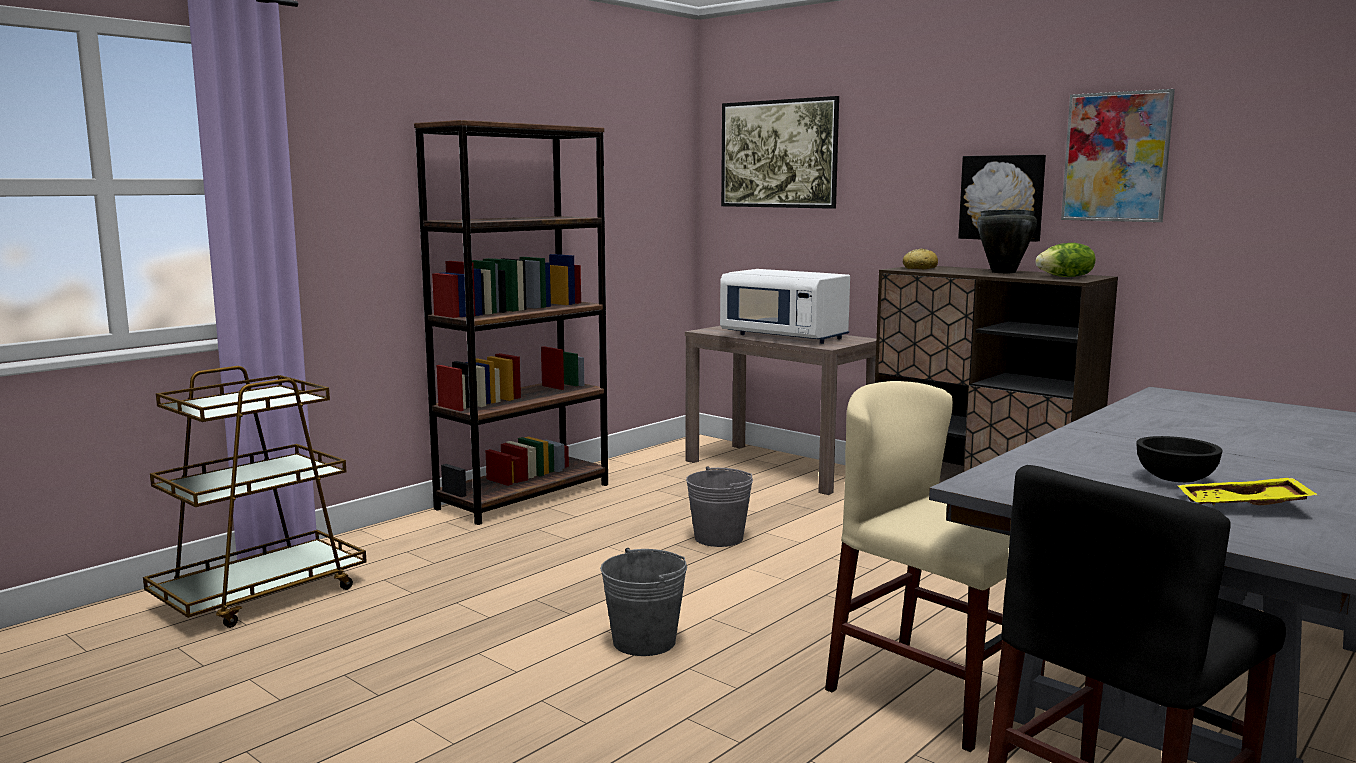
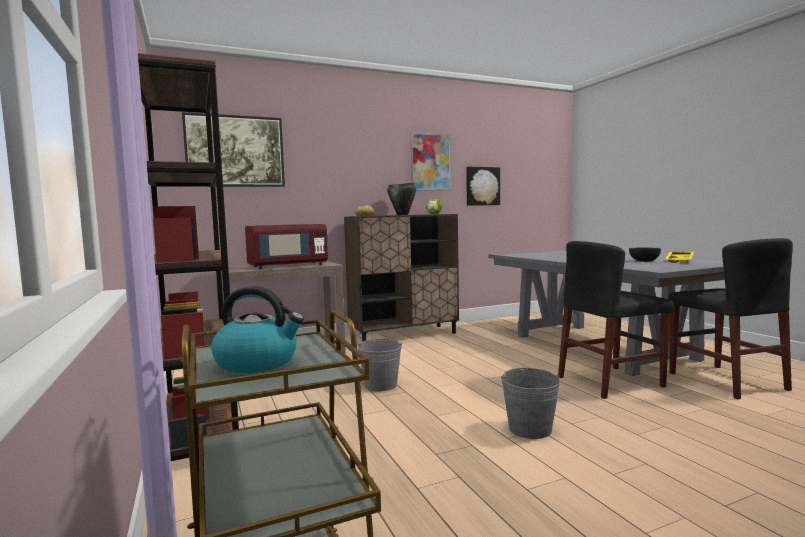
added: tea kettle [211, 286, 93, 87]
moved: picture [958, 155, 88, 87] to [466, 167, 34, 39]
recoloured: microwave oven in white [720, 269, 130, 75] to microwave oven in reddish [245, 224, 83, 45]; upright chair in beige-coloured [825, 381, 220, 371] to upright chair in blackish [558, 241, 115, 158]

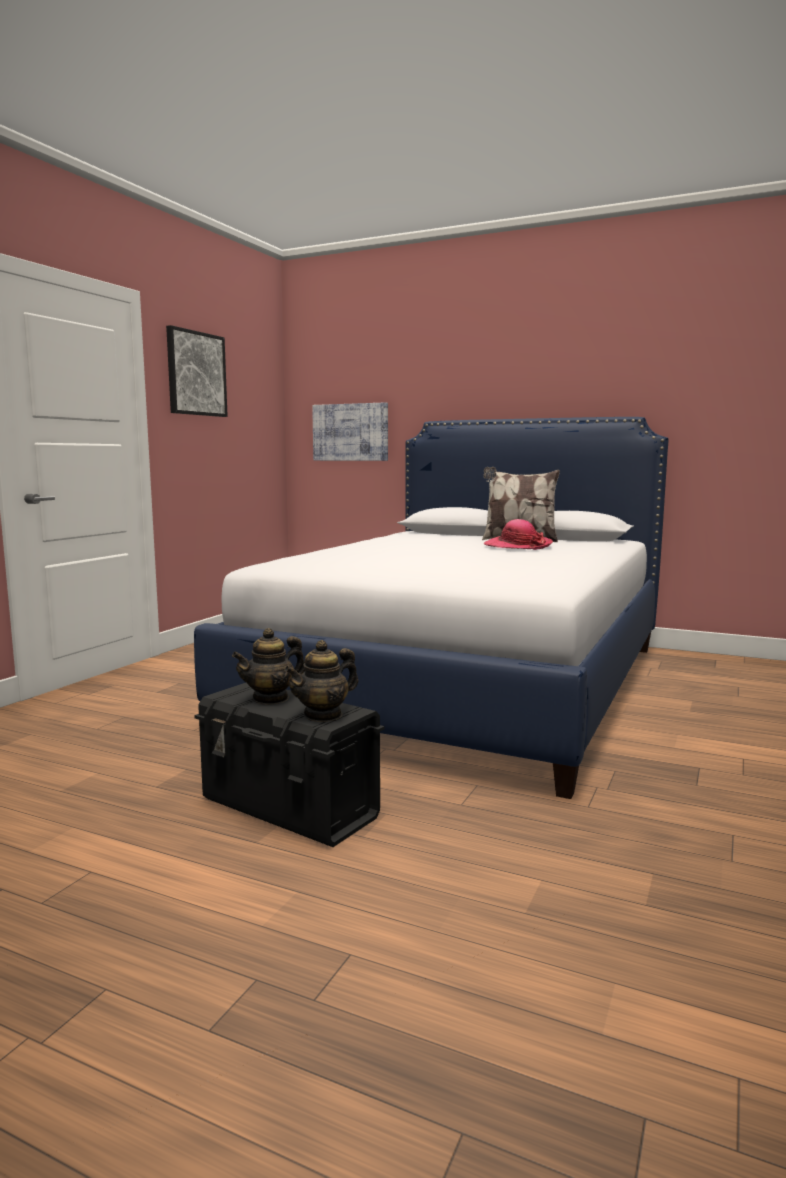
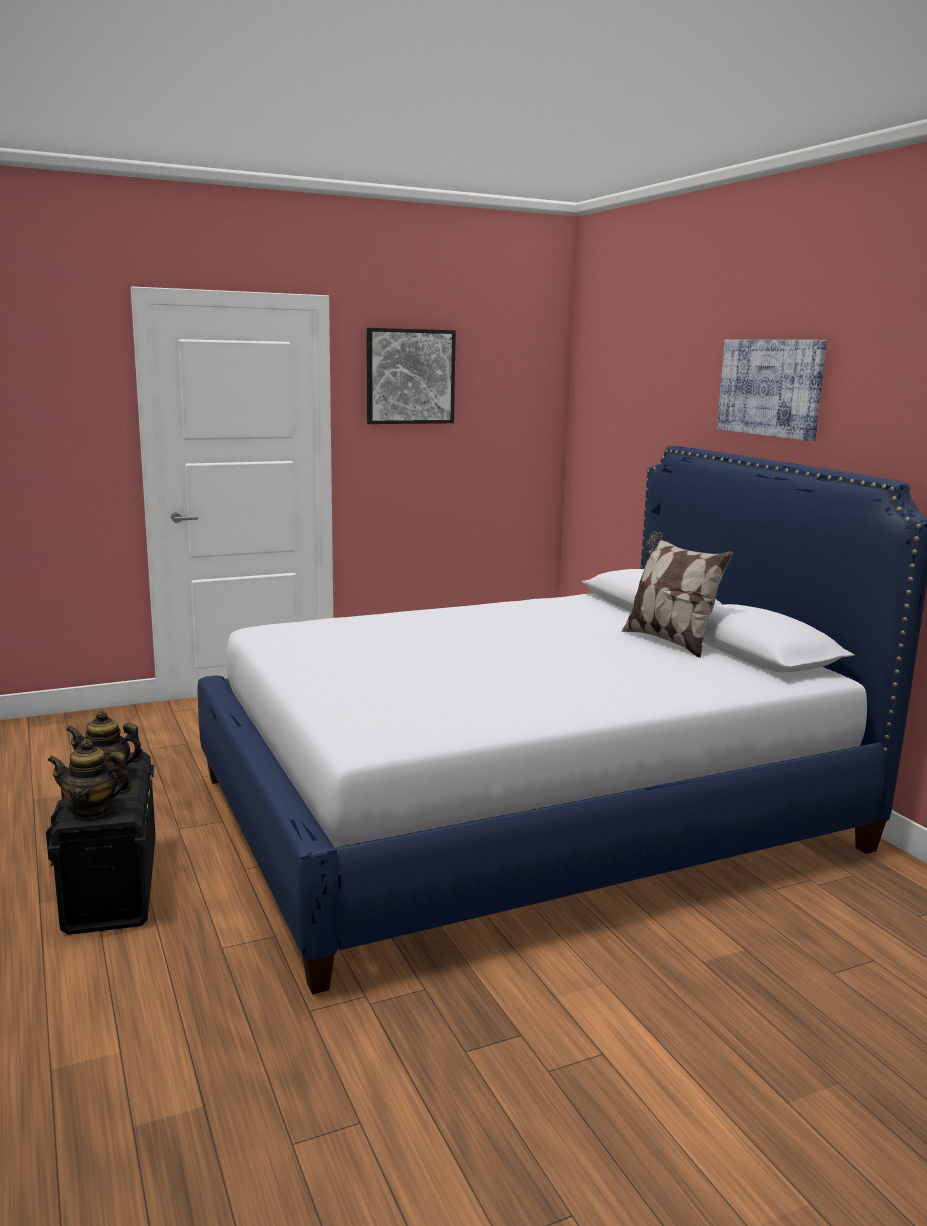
removed: hat [484, 519, 69, 31]
moved: picture [312, 402, 76, 59] to [717, 340, 110, 101]

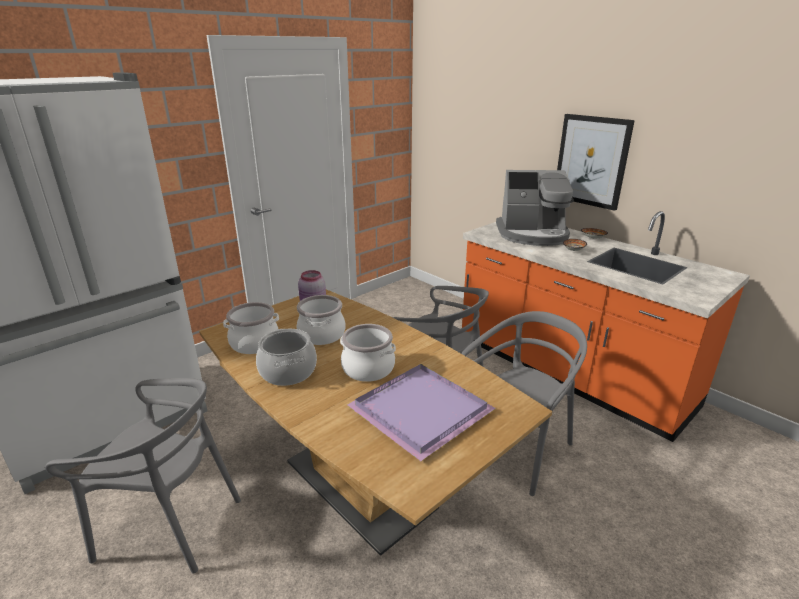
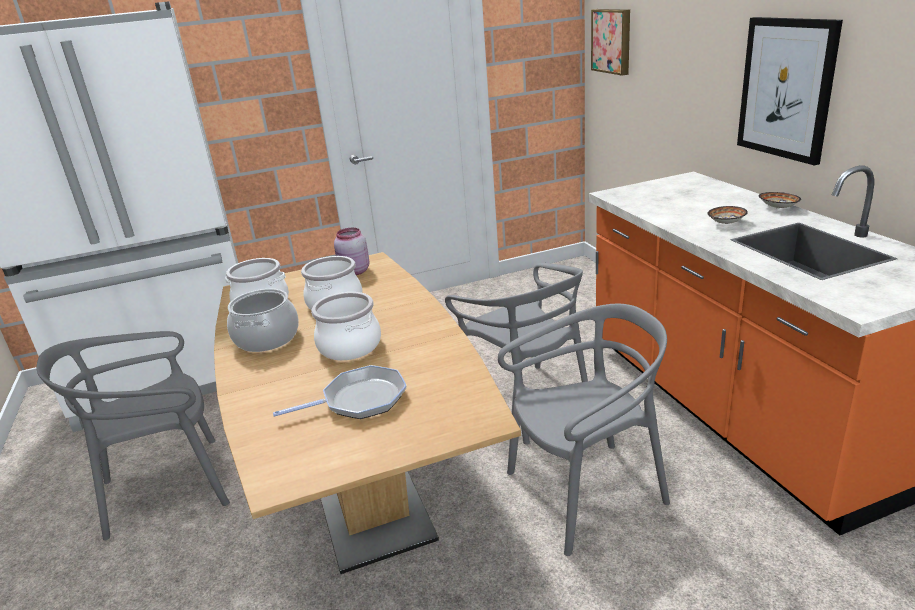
removed: coffee brewer [496, 170, 78, 76]
added: picture [591, 9, 39, 67]
replaced: carrying tray in purplish [347, 364, 149, 97] to pan [273, 365, 134, 54]
turned: upright chair in grey [45, 378, 196, 195] = [36, 331, 194, 209] 120 degrees clockwise

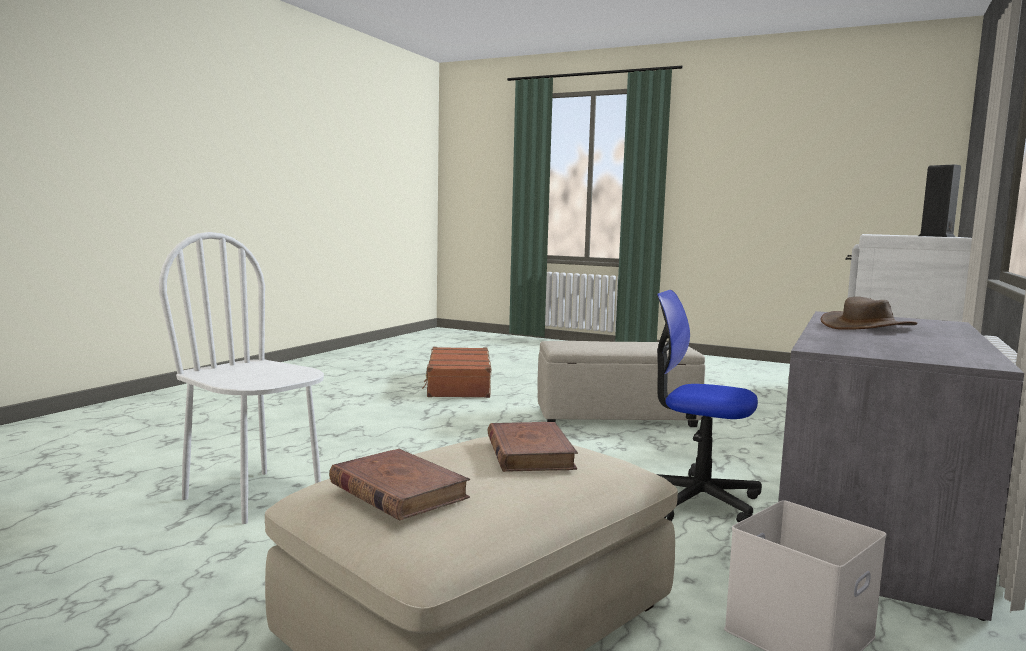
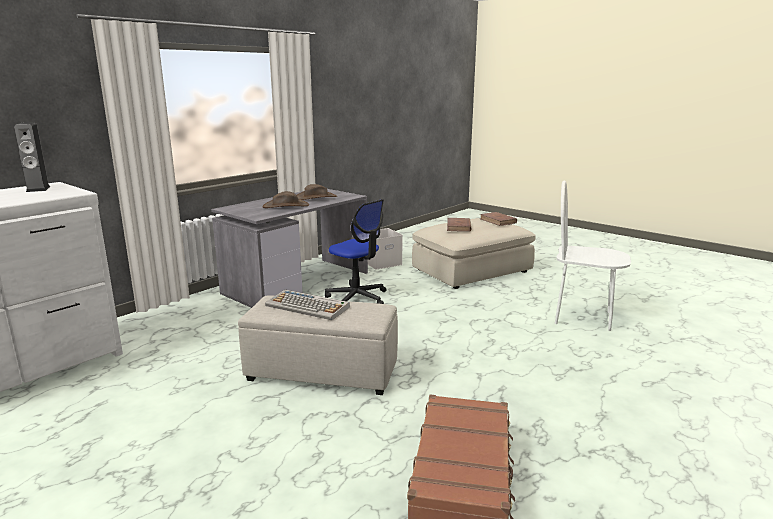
added: keyboard [265, 290, 85, 30]; hat in brown [297, 184, 40, 16]
turned: upright chair in white [159, 232, 165, 292] = [555, 180, 76, 151] 150 degrees clockwise

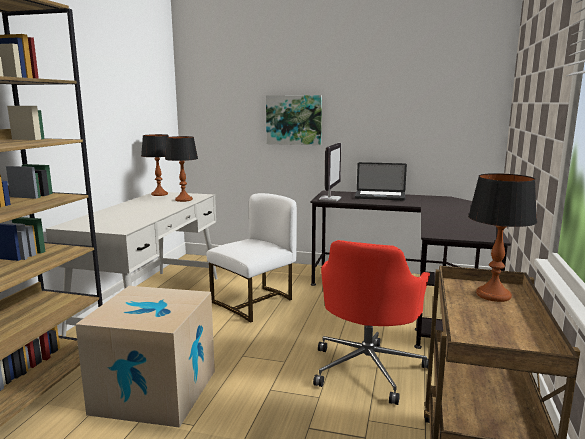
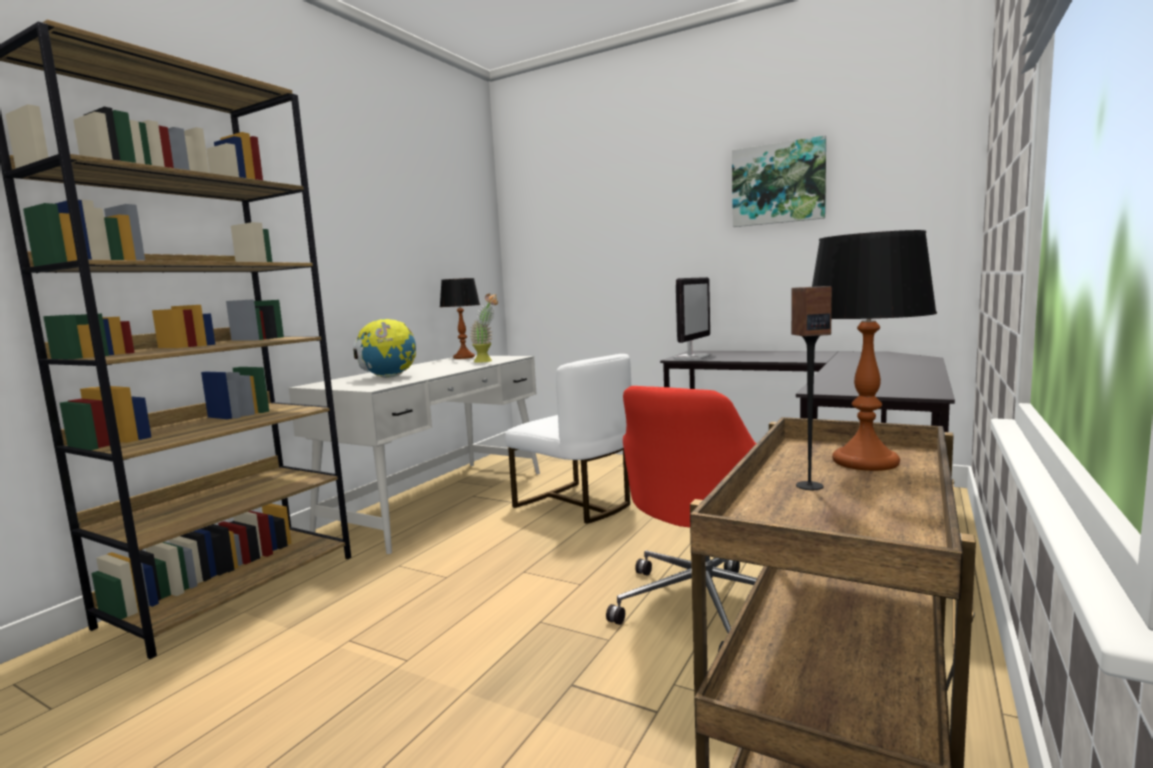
removed: packing box [75, 286, 140, 142]; notebook computer [355, 162, 52, 38]
added: globe [353, 319, 63, 59]; speaker [791, 286, 41, 204]
moved: picture [266, 95, 56, 50] to [732, 135, 94, 92]
replaced: table lamp [165, 136, 33, 66] to potted plant [470, 293, 28, 69]
turned: upright chair in white [207, 193, 90, 130] = [505, 354, 126, 170] 75 degrees clockwise

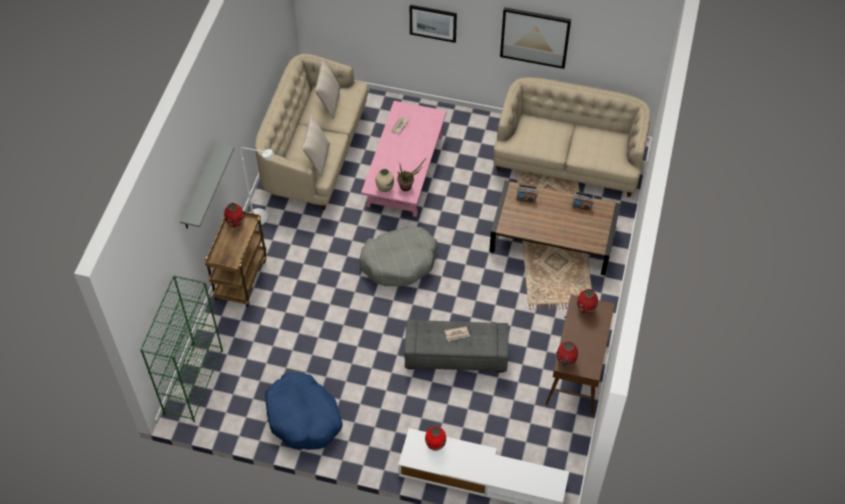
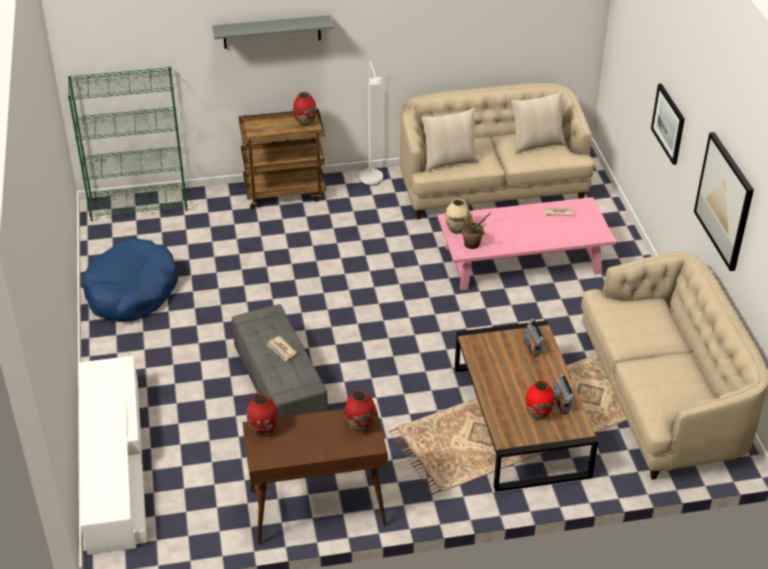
removed: dog cushion in grey [359, 226, 78, 61]
moved: vase in reddish [425, 426, 21, 25] to [526, 380, 29, 40]

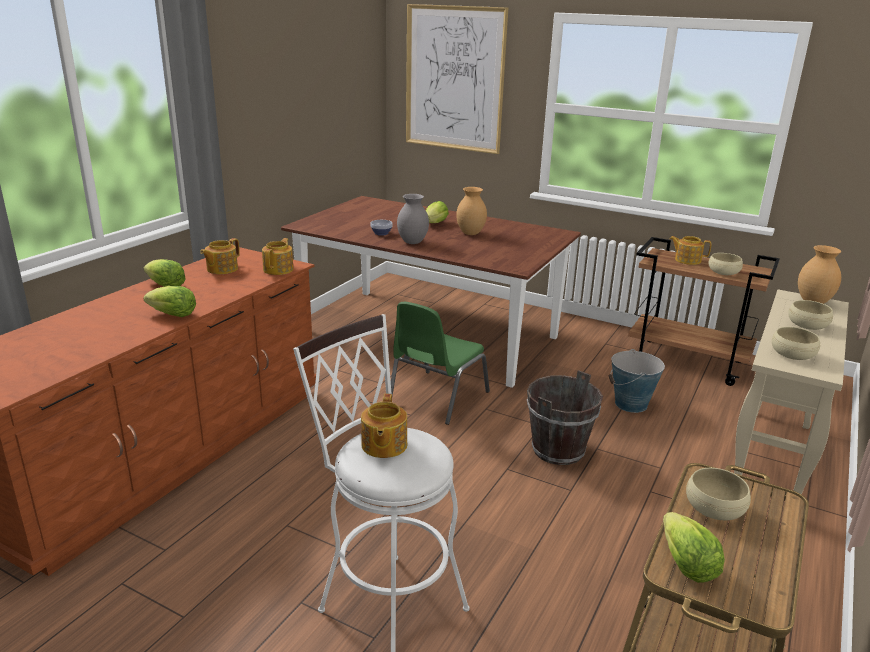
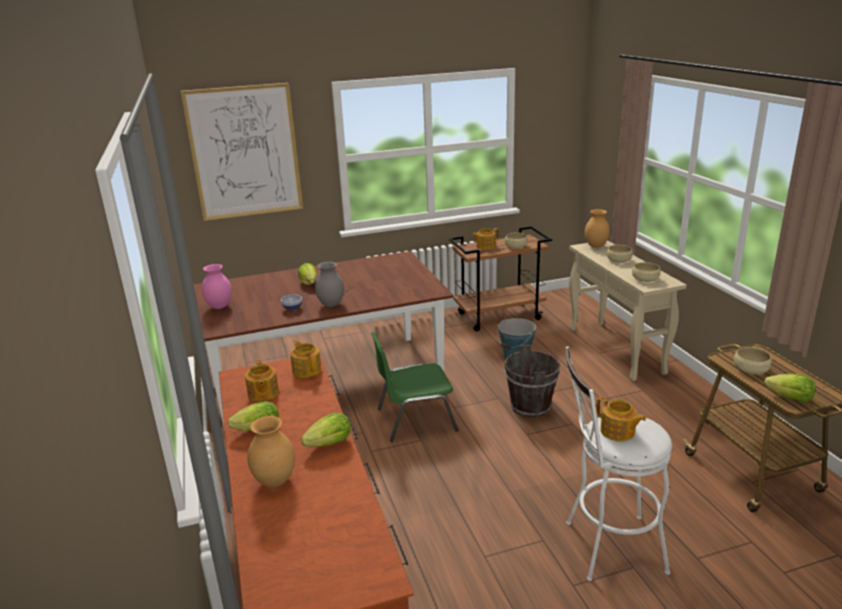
added: vase in pink-coloured [202, 264, 30, 45]
moved: vase in brown [456, 187, 31, 48] to [247, 416, 48, 71]
turned: upright chair in green [391, 302, 99, 123] = [371, 332, 87, 110] 90 degrees clockwise

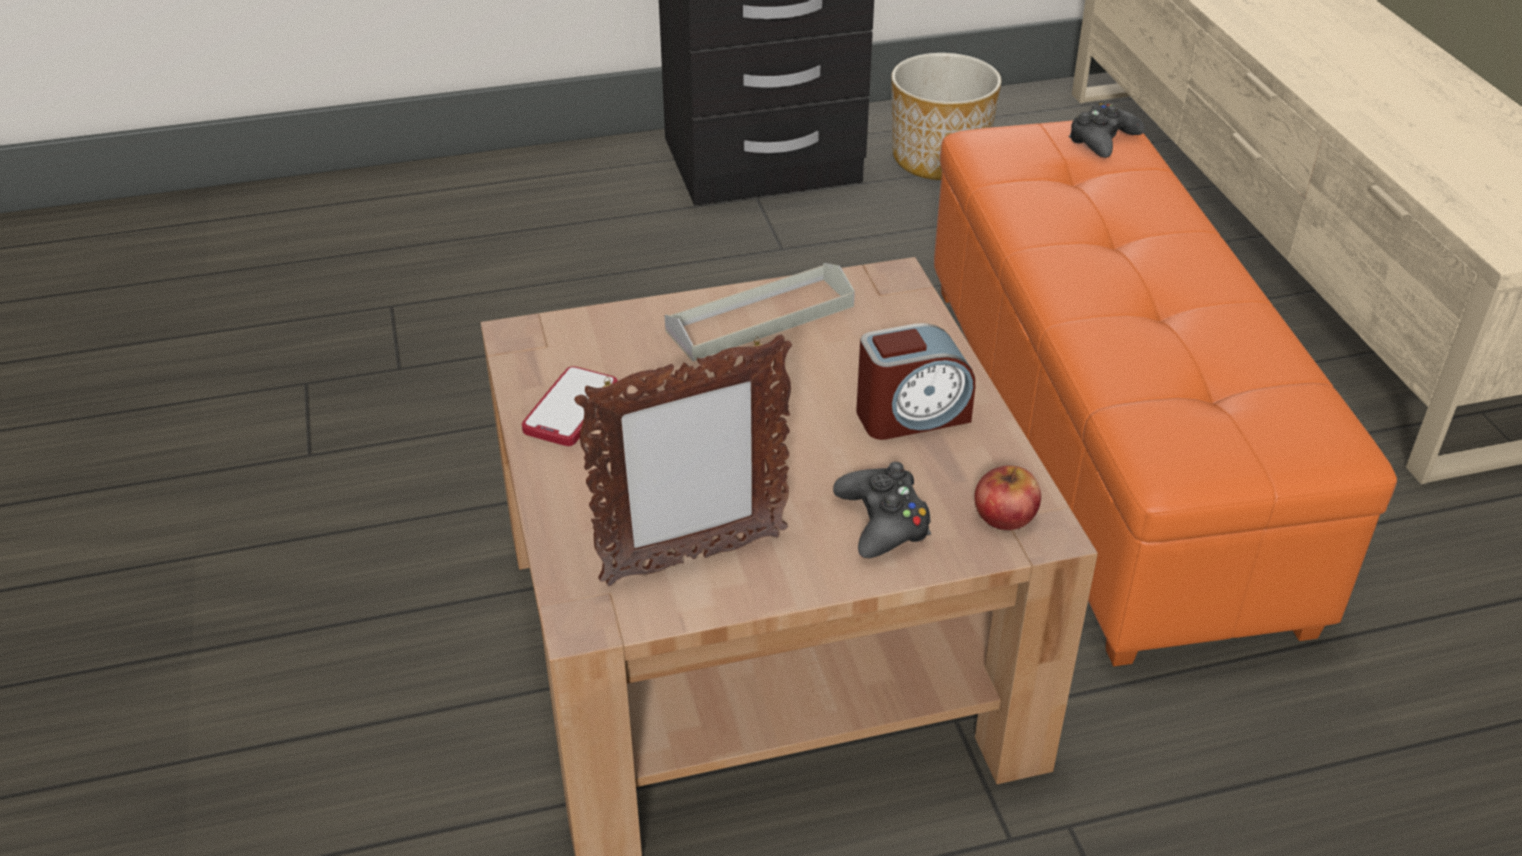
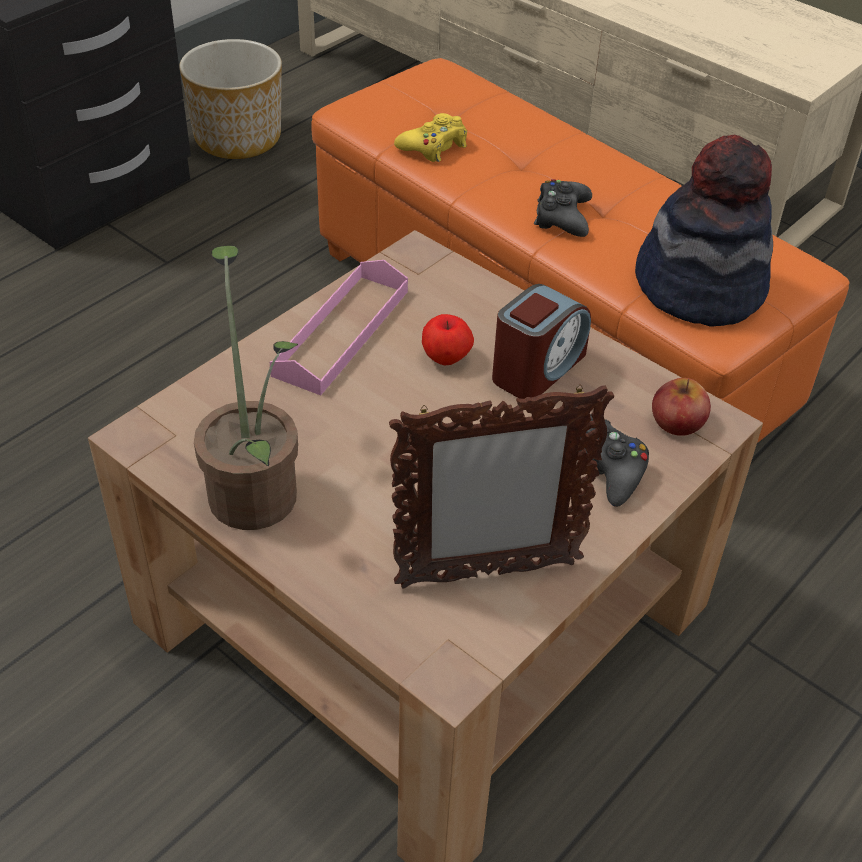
added: gamepad in yellow-coloured [394, 113, 73, 49]; apple [422, 314, 52, 51]; hat [635, 135, 138, 192]
moved: gamepad in blackish [1069, 103, 75, 55] to [534, 179, 58, 58]
replaced: handset [522, 366, 96, 80] to potted plant [194, 245, 104, 285]
recoloured: carrying tray in grey [665, 263, 190, 99] to carrying tray in pink-coloured [270, 260, 138, 135]
turned: standing frame [574, 334, 218, 252] = [389, 385, 225, 203] 45 degrees clockwise

